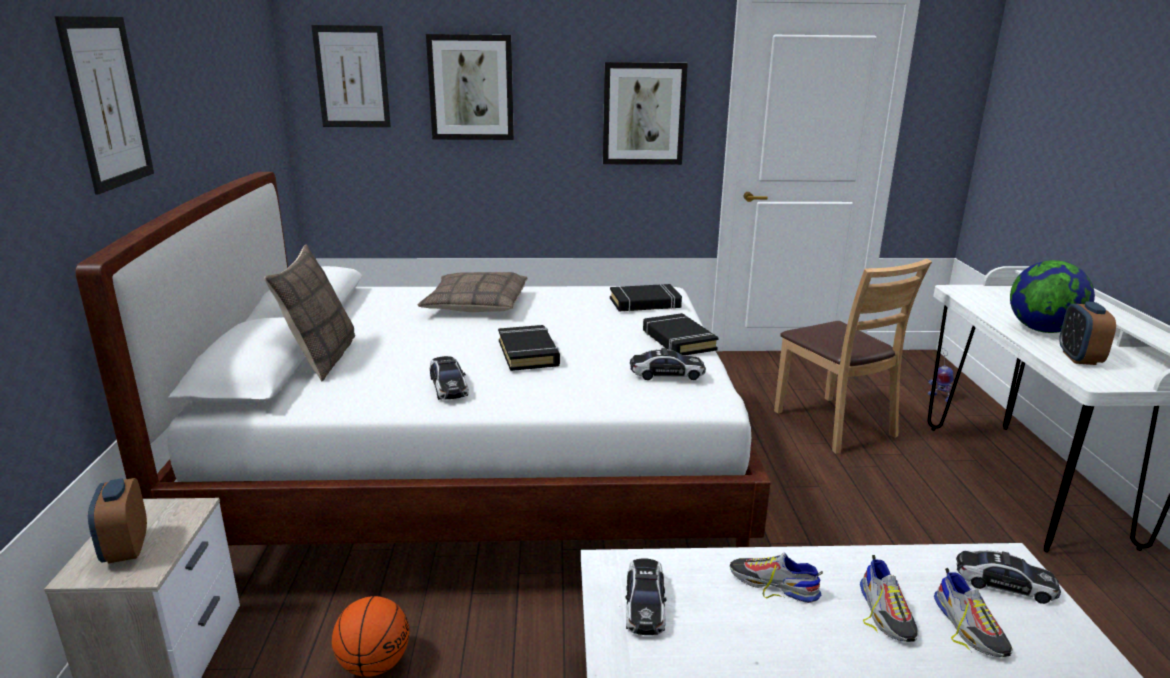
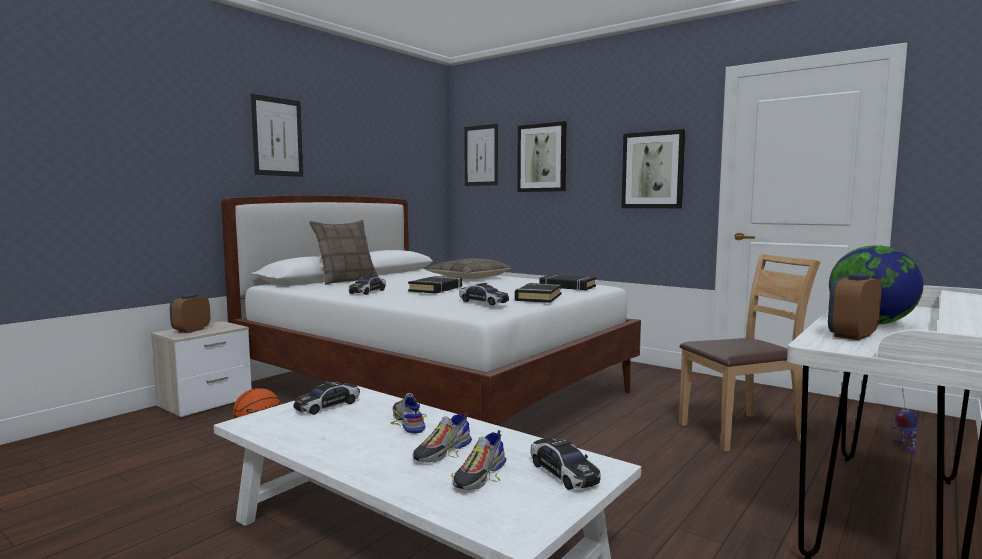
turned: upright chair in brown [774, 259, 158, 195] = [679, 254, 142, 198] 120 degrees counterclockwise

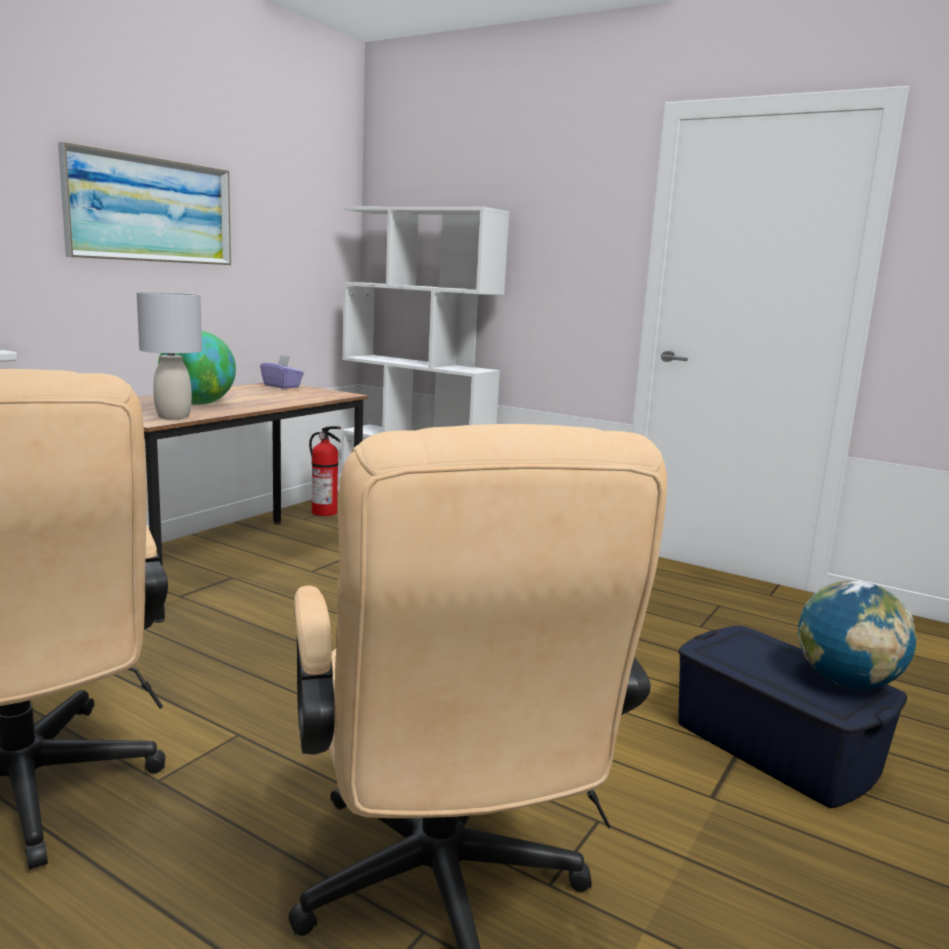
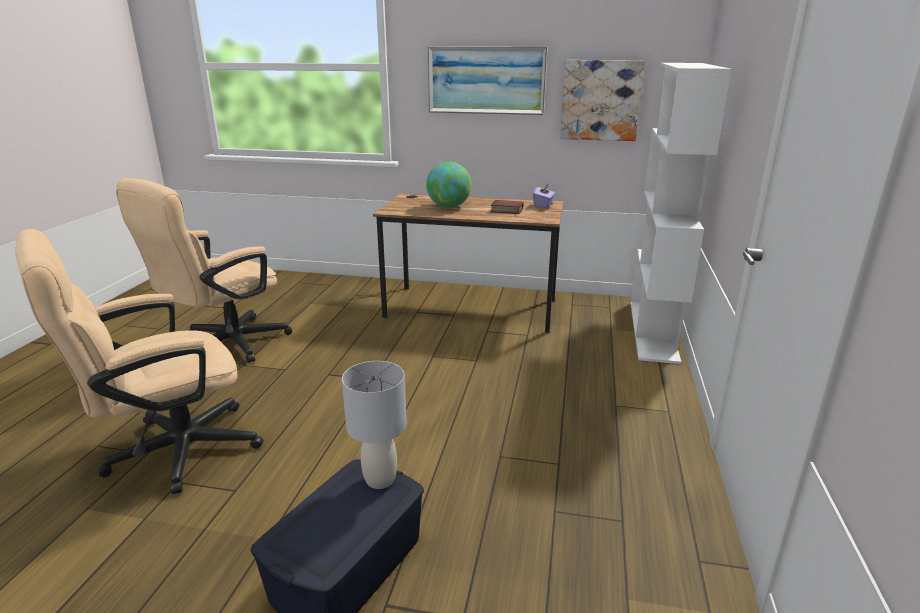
removed: fire extinguisher [309, 426, 32, 90]; globe [798, 580, 118, 109]
added: bound book [491, 200, 32, 14]; picture [560, 60, 85, 81]
moved: table lamp in grey [137, 292, 65, 127] to [342, 361, 65, 128]

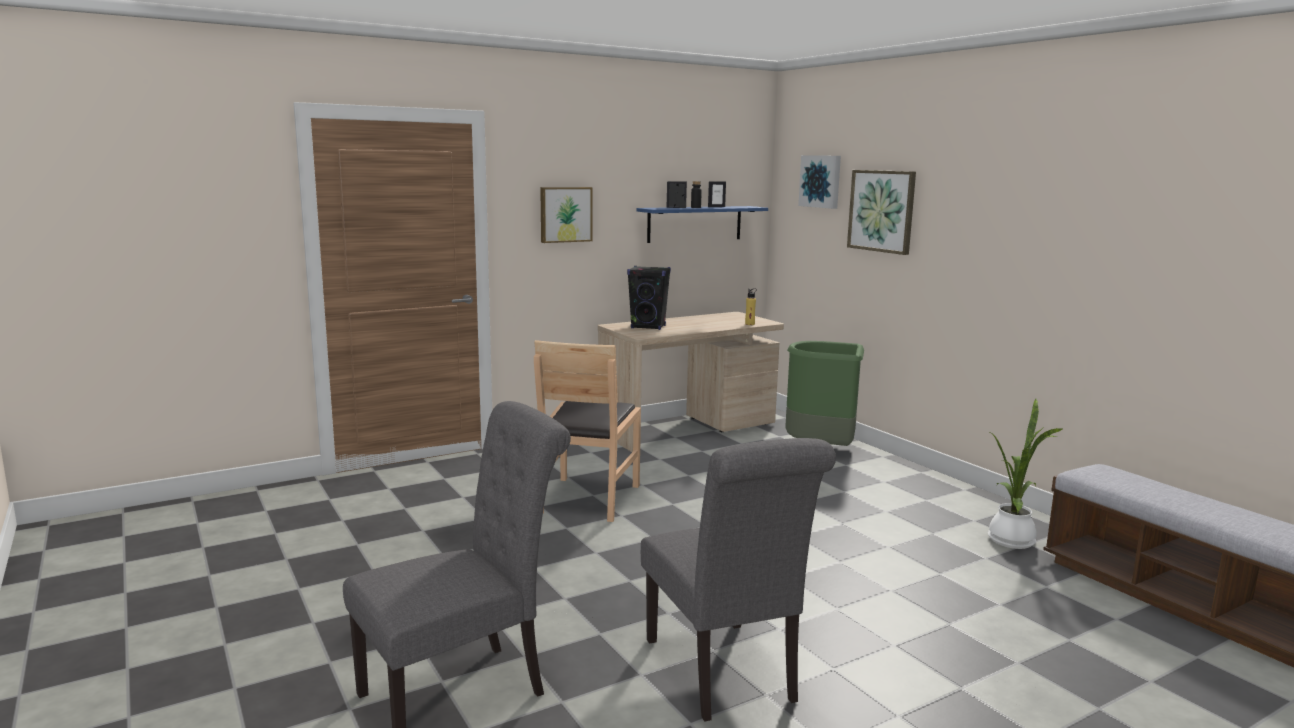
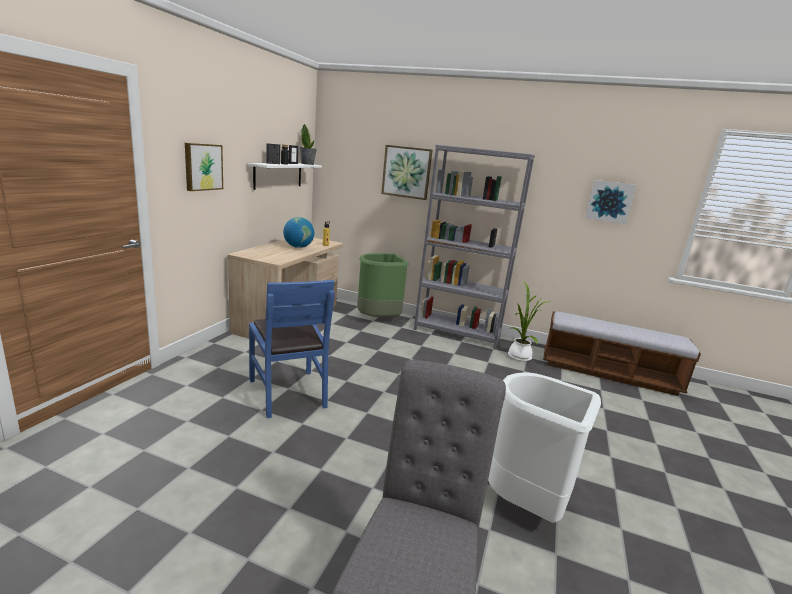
removed: speaker in blackish [627, 266, 44, 64]
added: globe [283, 217, 32, 31]; potted plant [299, 124, 18, 41]; bookcase in grey [414, 145, 121, 204]
moved: picture [798, 155, 43, 54] to [585, 180, 51, 44]
replaced: upright chair in grey [641, 438, 195, 284] to rubbish bin in white [488, 372, 113, 151]
recoloured: upright chair in brown [534, 340, 107, 182] to upright chair in blue-coloured [249, 280, 86, 138]; wall shelf in blue-coloured [637, 206, 131, 37] to wall shelf in white [247, 163, 75, 27]

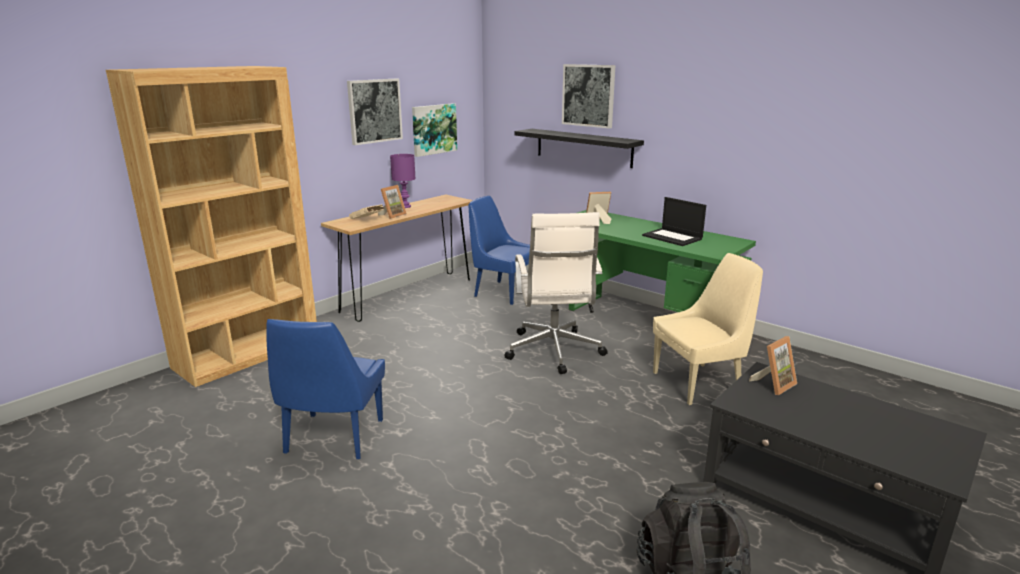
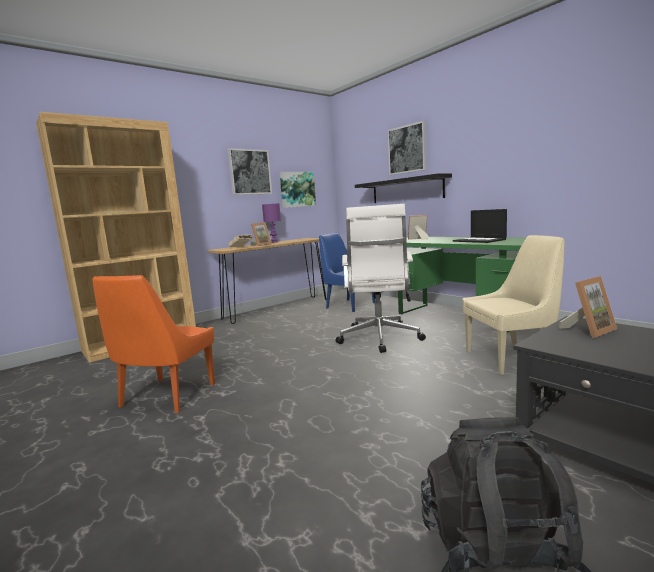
recoloured: upright chair in blue-coloured [266, 319, 119, 140] to upright chair in orangey [92, 275, 123, 138]

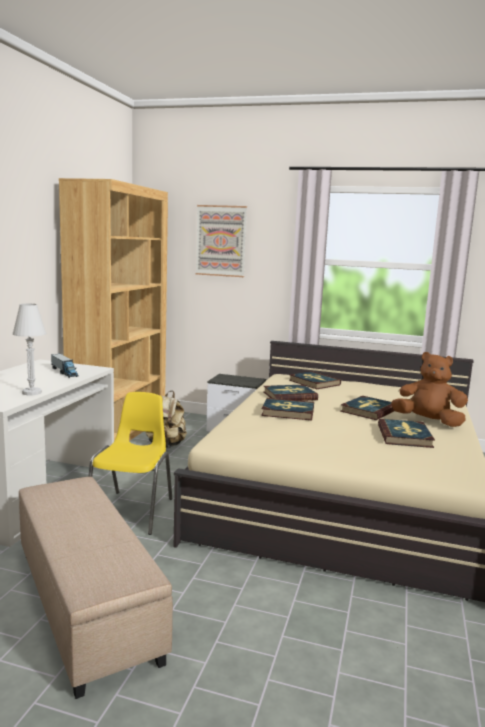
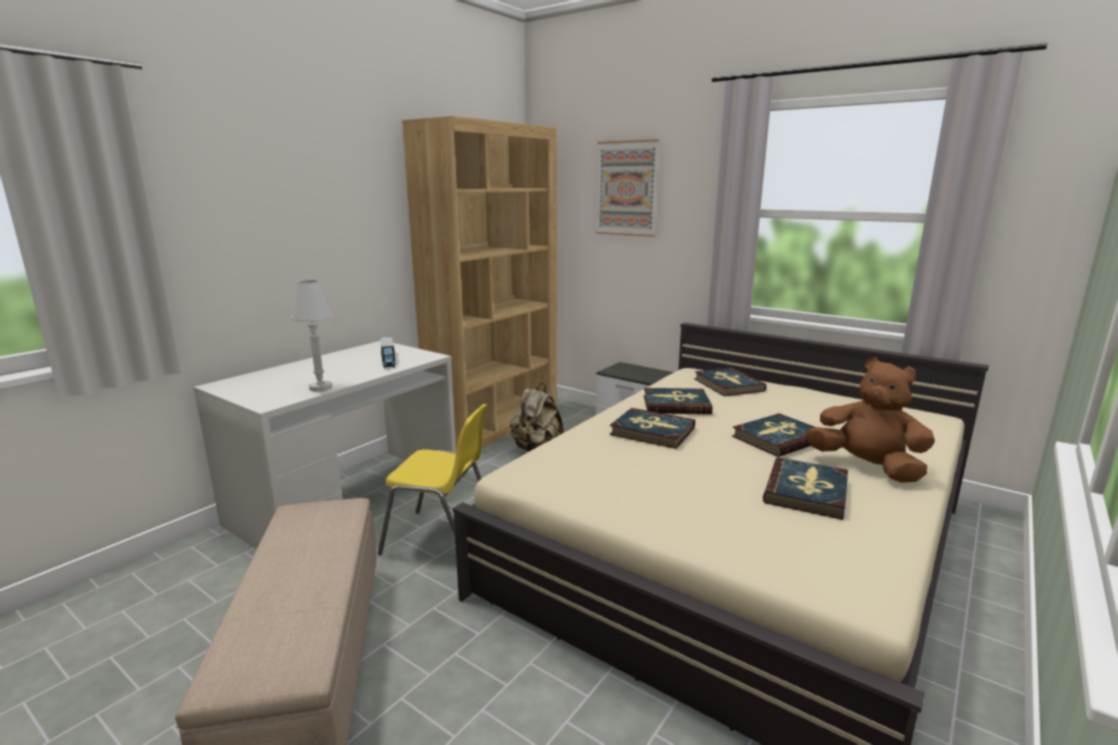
turned: upright chair in yellow-coloured [88, 392, 84, 143] = [378, 404, 109, 151] 75 degrees clockwise

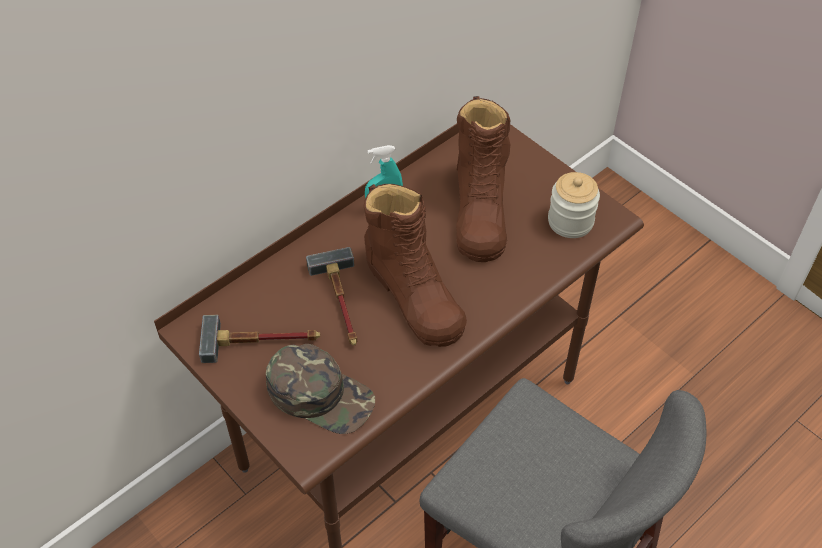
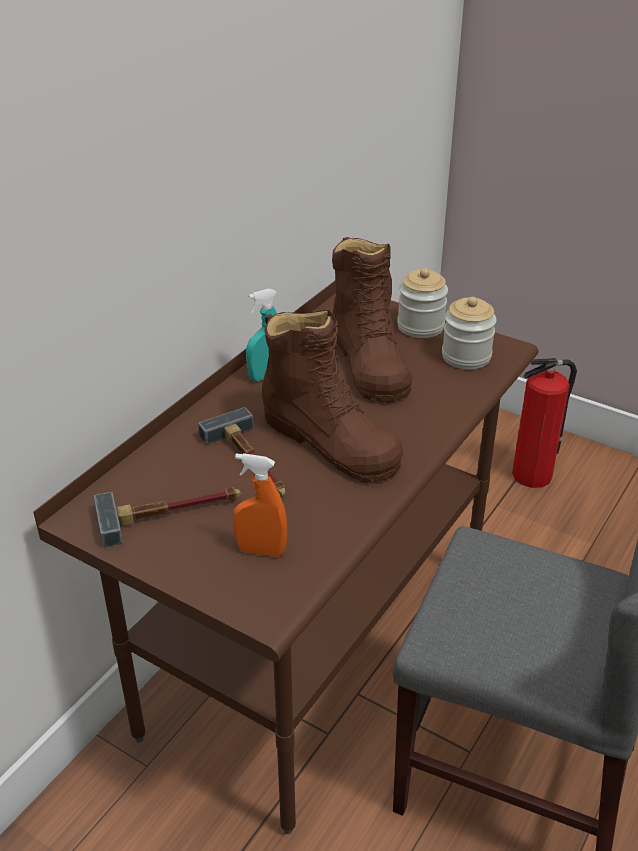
added: preserve jar [397, 268, 51, 70]; fire extinguisher [512, 358, 65, 130]
replaced: peaked cap in green [266, 344, 109, 90] to sprayer in orangey [233, 453, 54, 104]

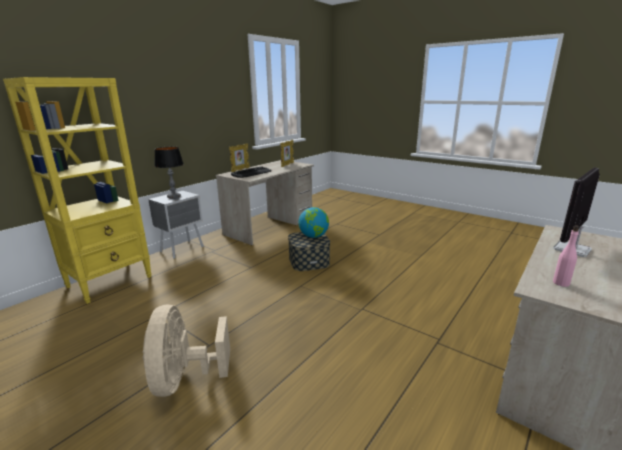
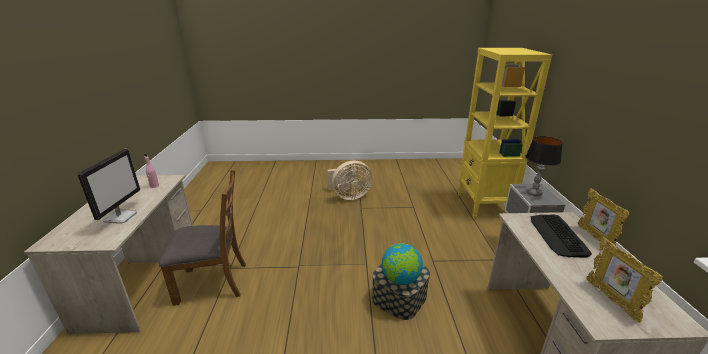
added: upright chair in brown [159, 170, 87, 136]
turned: fan in beige-coloured [143, 305, 87, 92] = [327, 161, 46, 39] 120 degrees clockwise

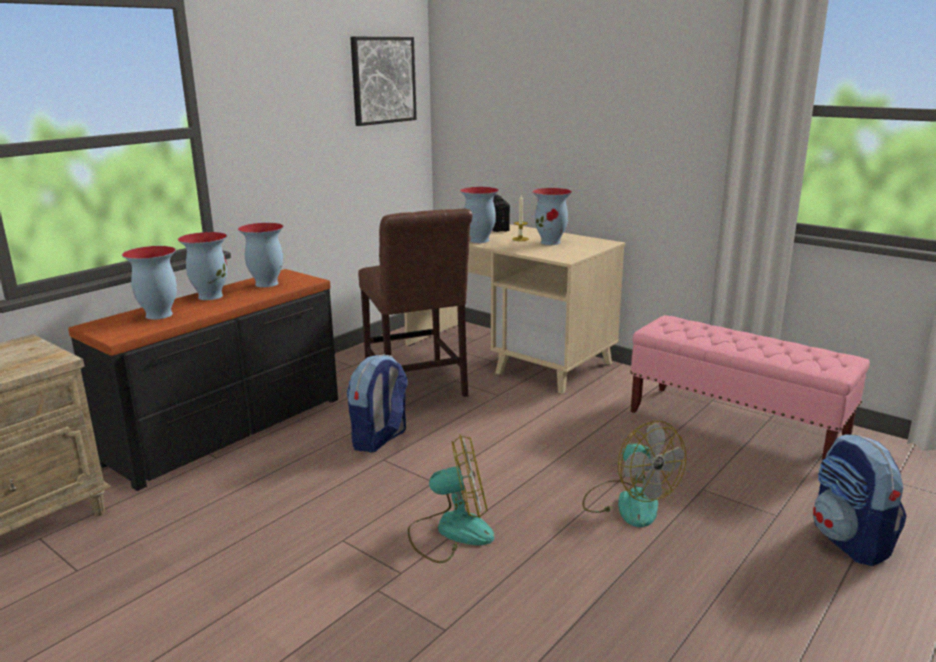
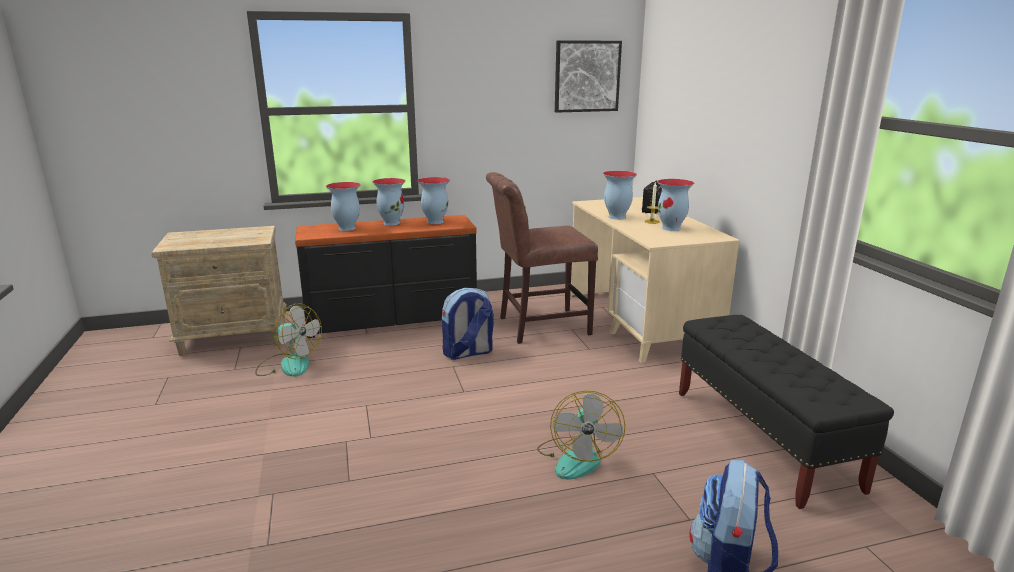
moved: fan [408, 434, 86, 129] to [255, 304, 67, 73]
recoloured: bench in pink-coloured [630, 315, 240, 145] to bench in blackish [679, 315, 215, 194]
turned: upright chair in brown [358, 208, 114, 189] = [486, 172, 112, 172] 60 degrees clockwise

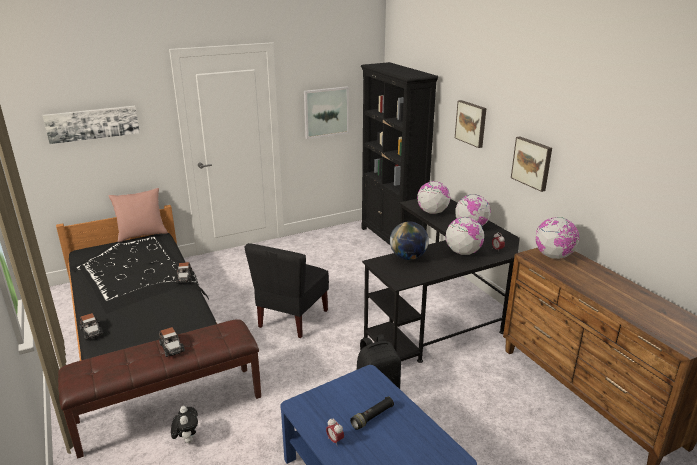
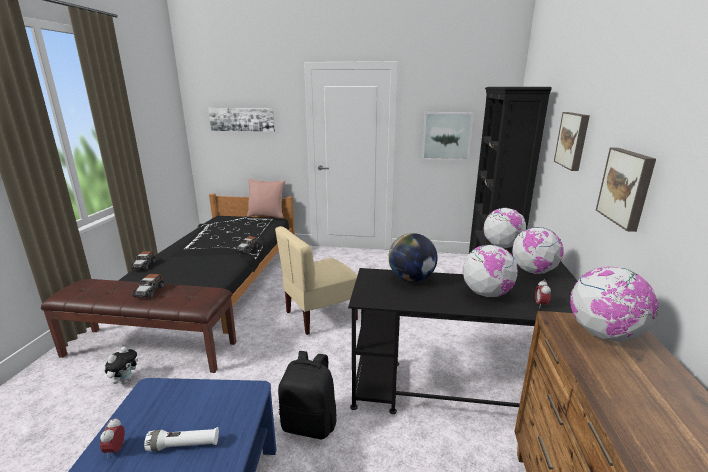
recoloured: upright chair in blackish [245, 243, 84, 95] to upright chair in beige-coloured [275, 226, 83, 109]; torch in blackish [350, 396, 44, 34] to torch in white [144, 427, 75, 24]

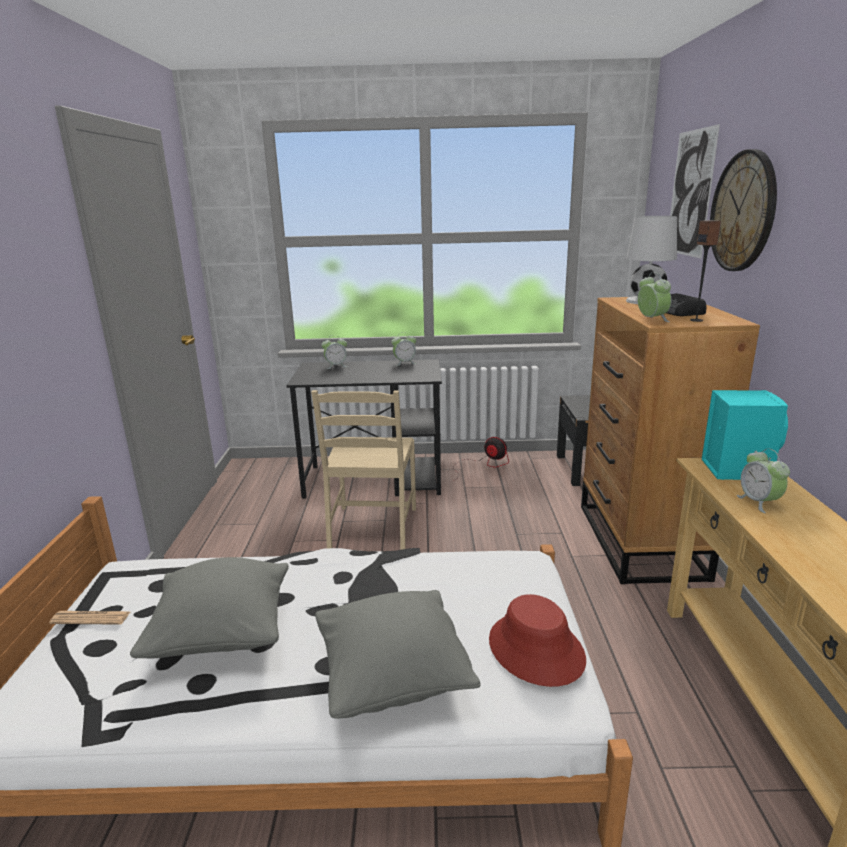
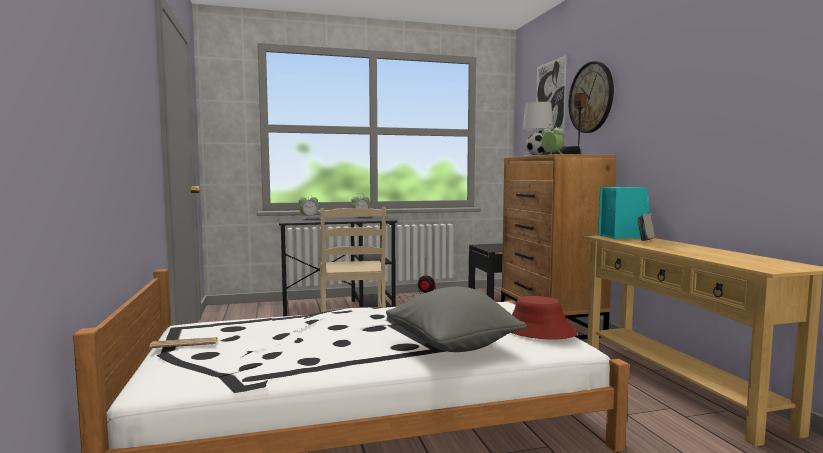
removed: throw pillow in grey [130, 557, 159, 102]
replaced: table clock [736, 448, 54, 65] to bound book [637, 213, 18, 28]

